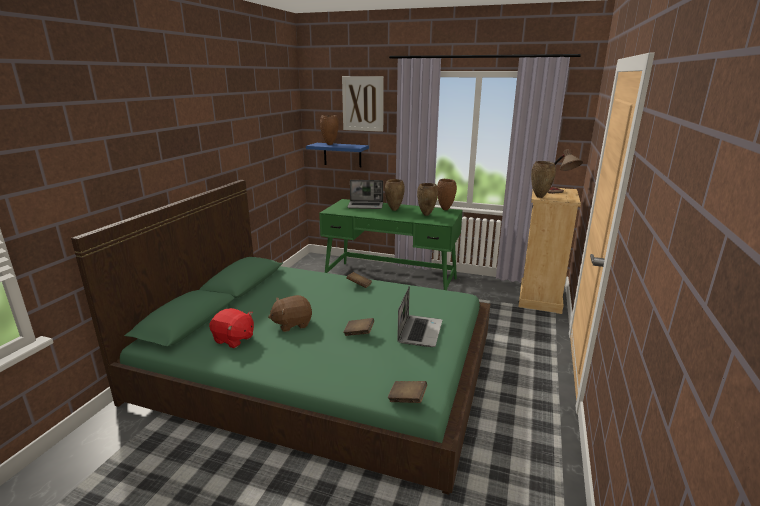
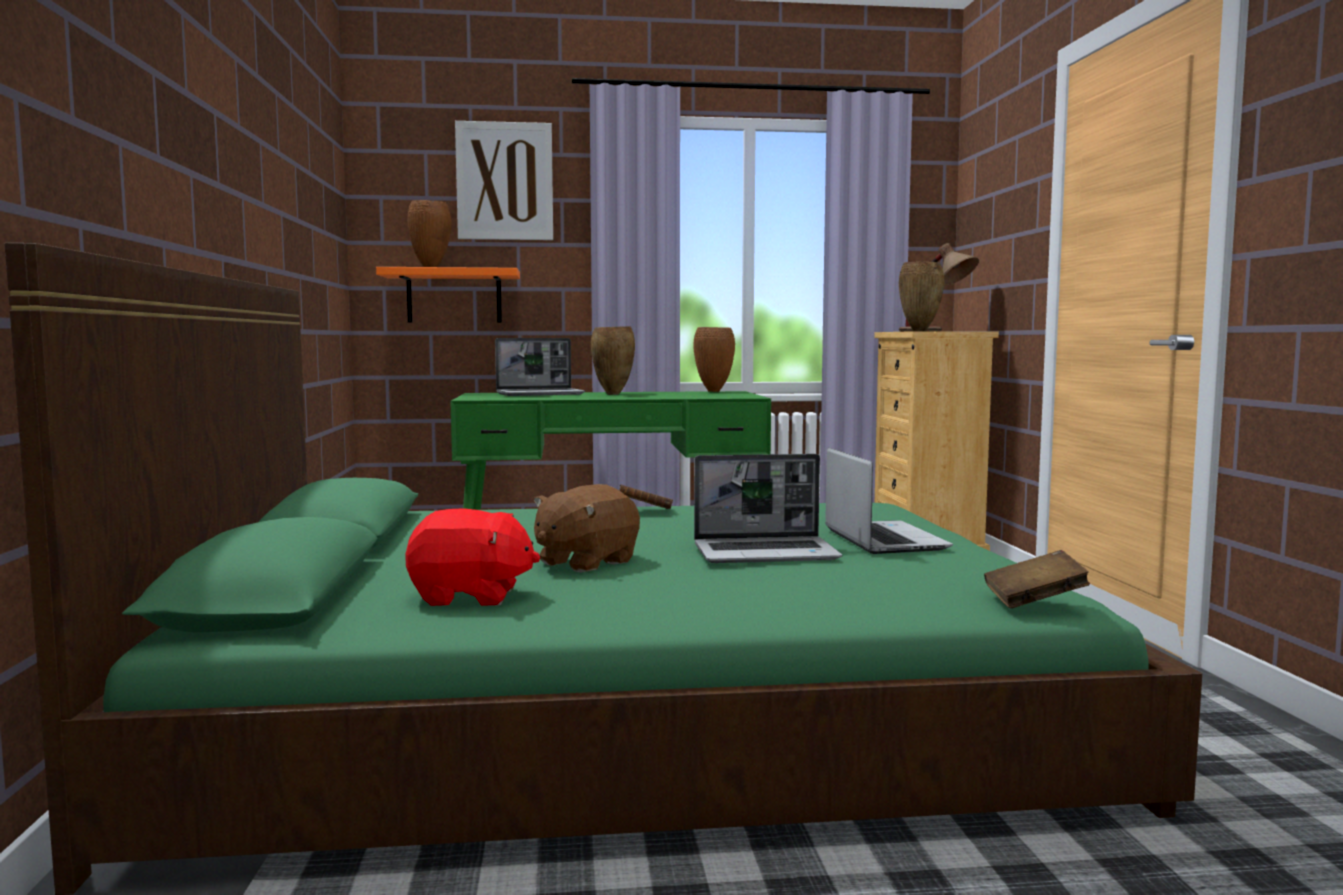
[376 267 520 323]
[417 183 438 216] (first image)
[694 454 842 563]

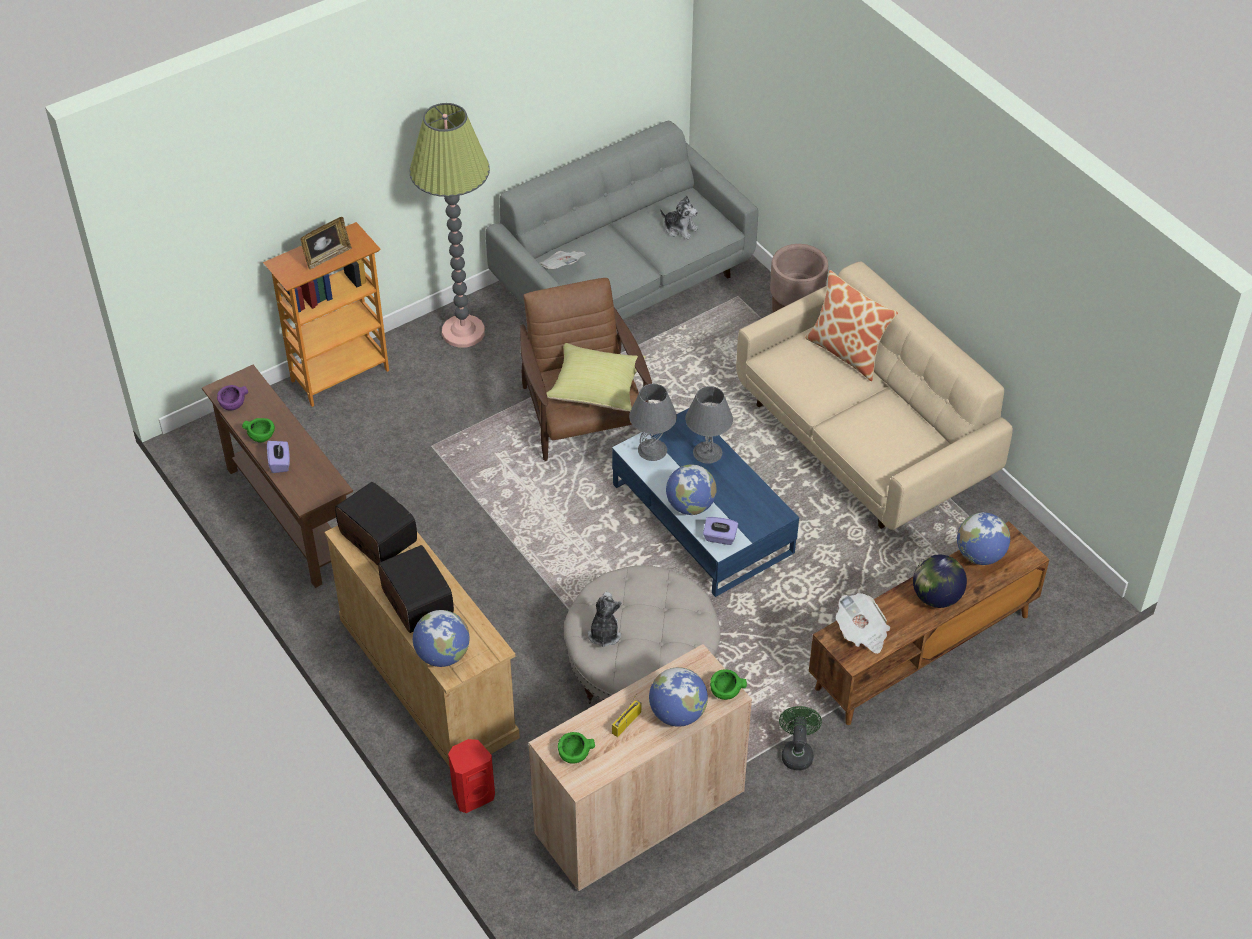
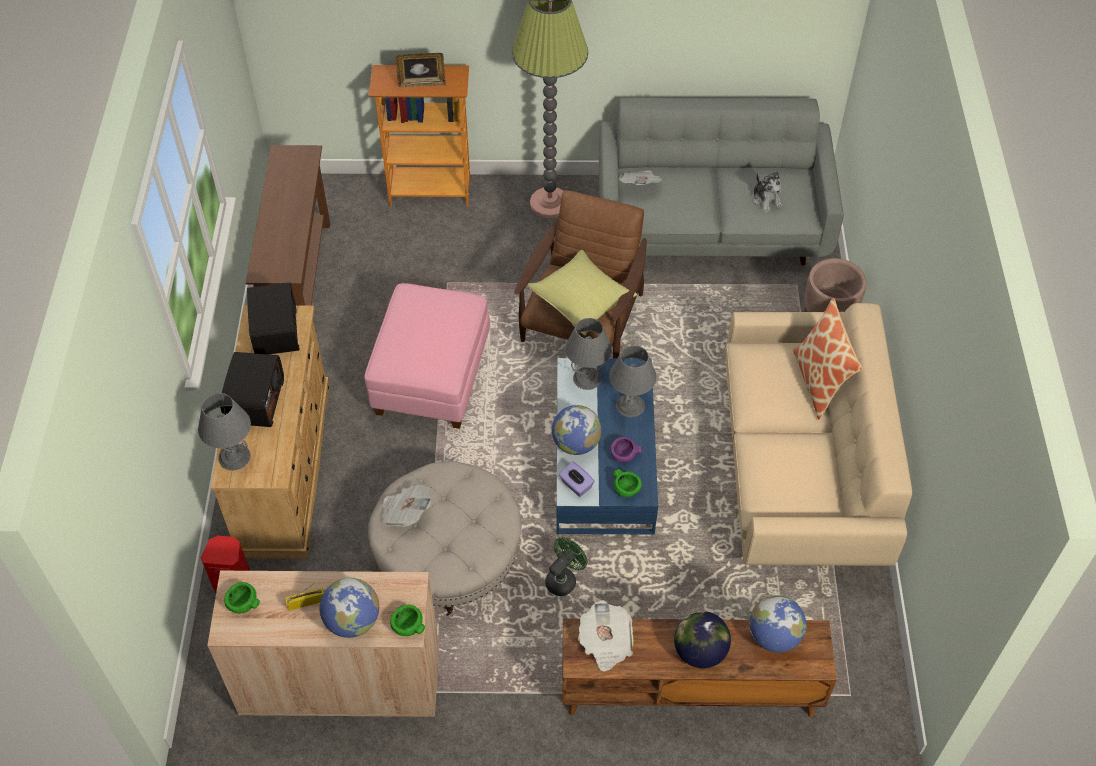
[611 437 642 463]
[613 469 642 497]
[267 441 290 473] (first image)
[382 484 431 527]
[198 393 251 470]
[545 537 587 596]
[364 283 490 429]

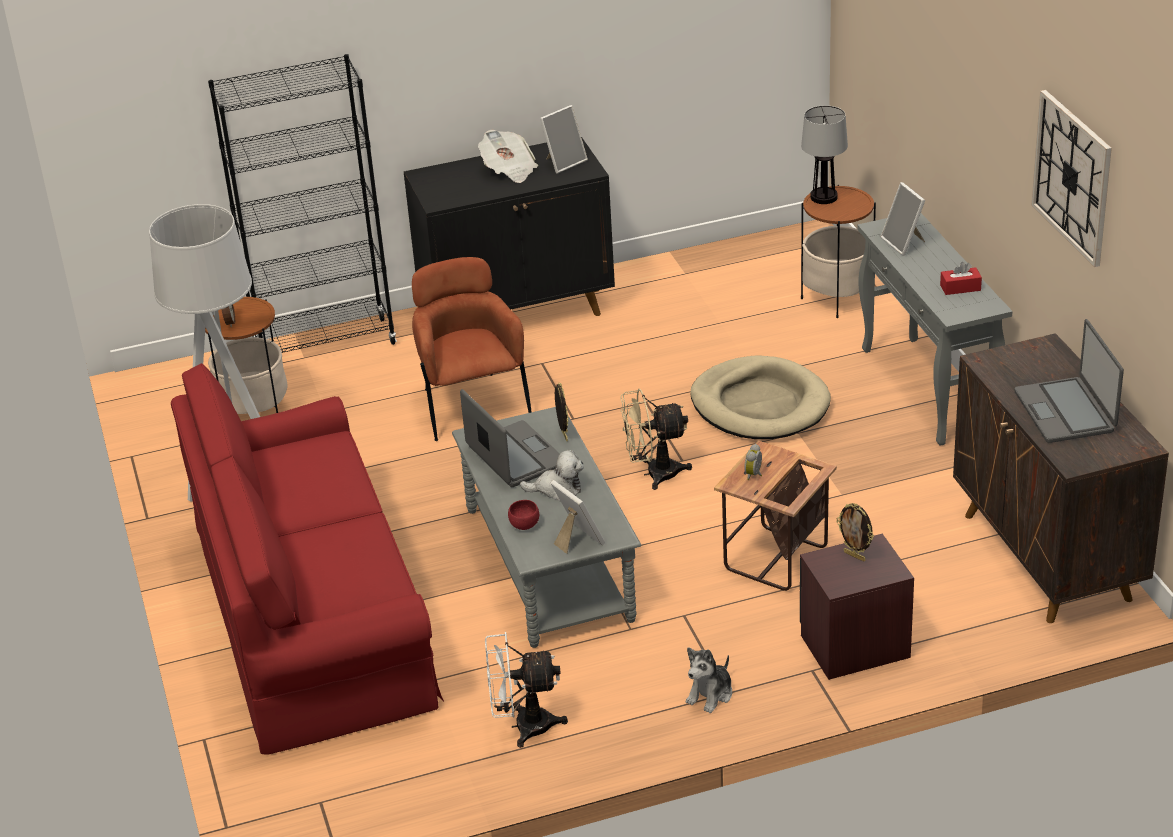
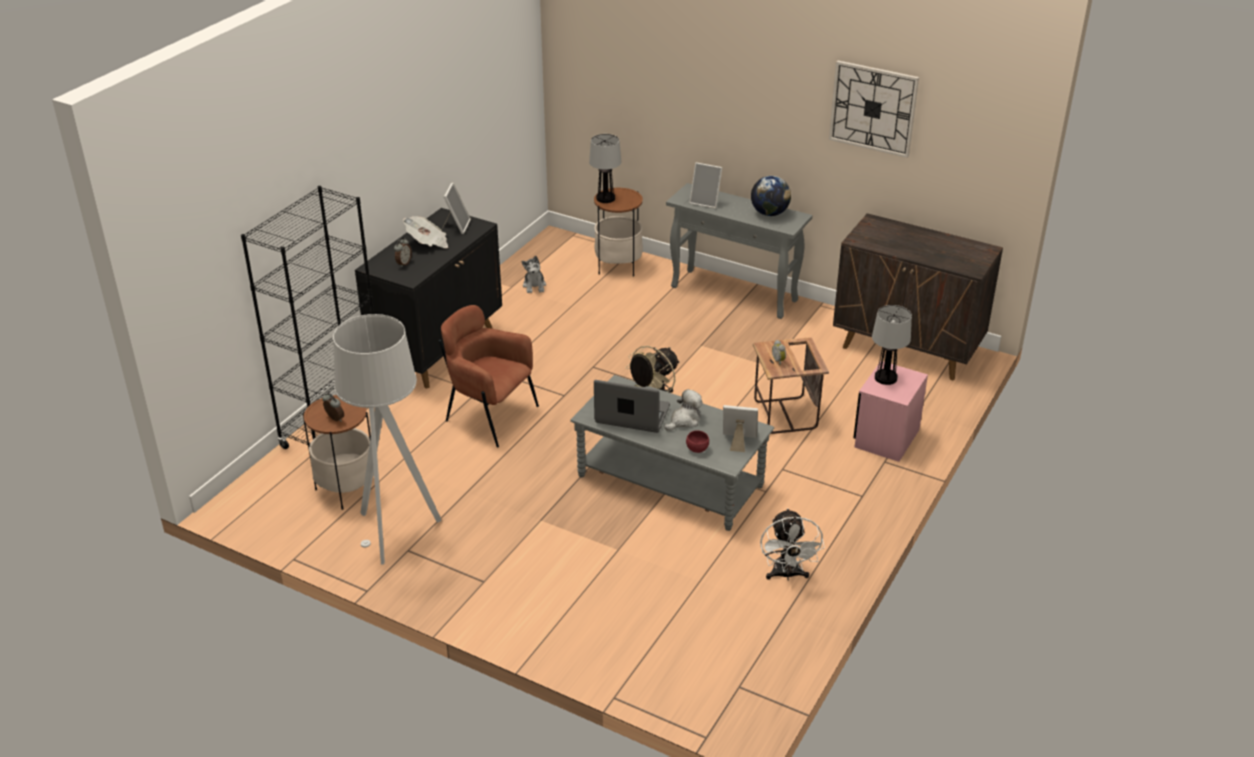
[751 176 791 216]
[1014 319 1124 443] (first image)
[690 355 831 439] (first image)
[171 363 444 755] (first image)
[872 305 912 385]
[853 361 928 462]
[760 508 825 581]
[522 256 546 293]
[394 238 412 267]

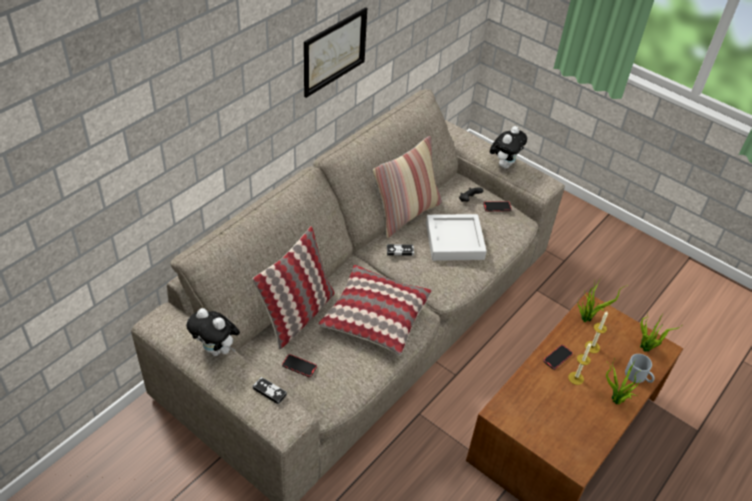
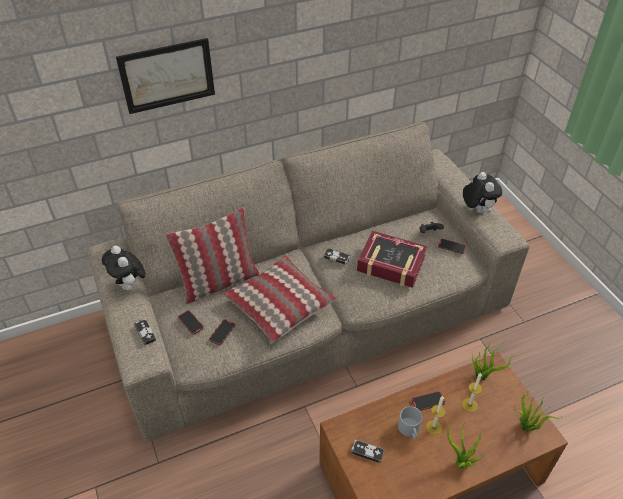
[116 38 215 114]
[463 172 502 213]
[373 136 442 238] (first image)
[357 231 427 288]
[398 406 422 440]
[209 319 236 345]
[351 440 384 463]

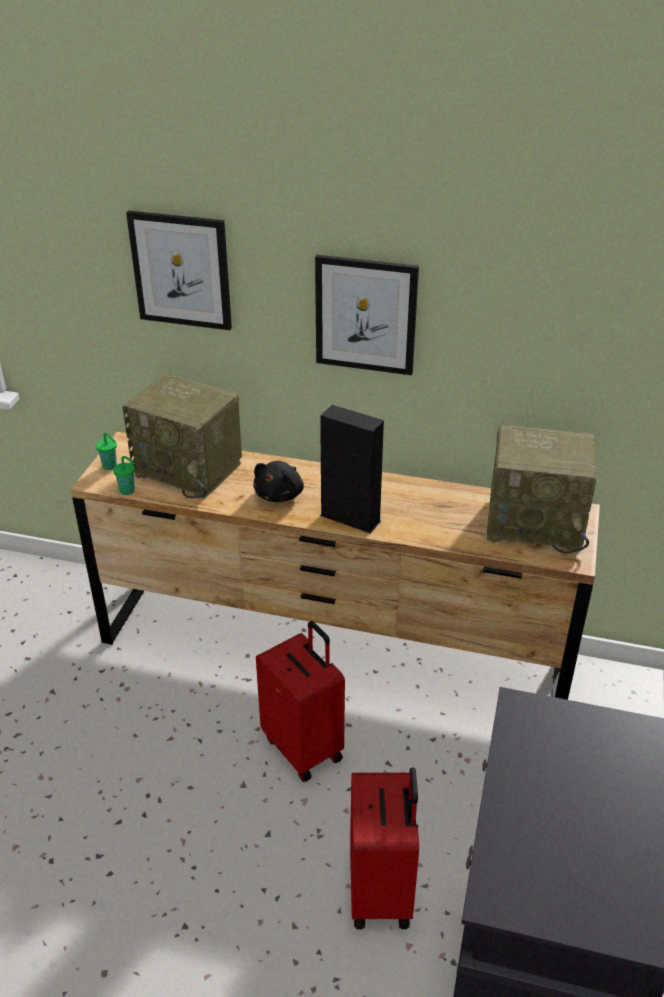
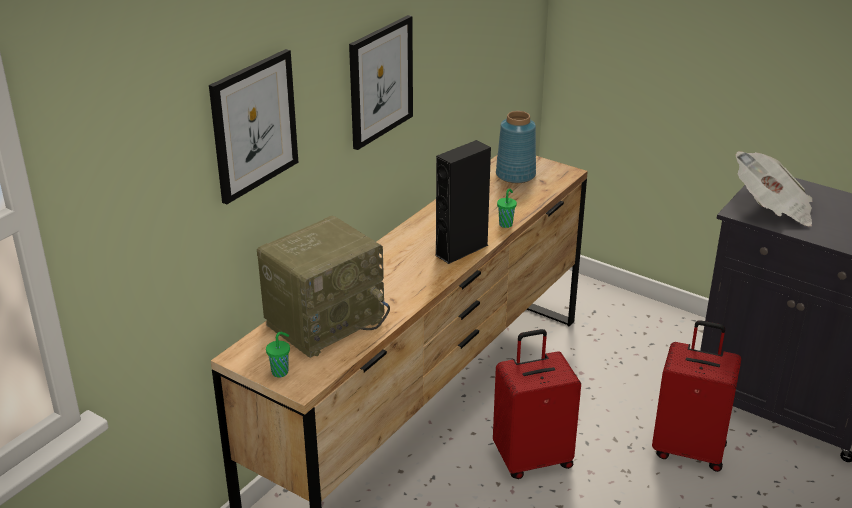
[496 111 536 183]
[497 188 517 228]
[253 461 304 502] (first image)
[735 151 813 226]

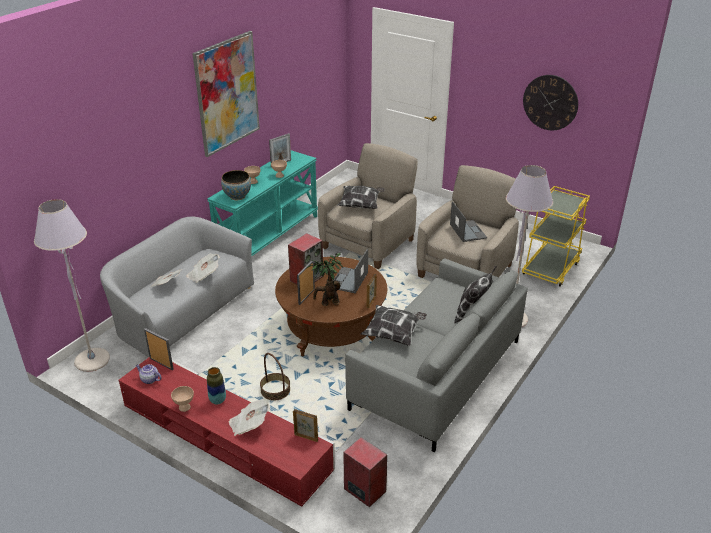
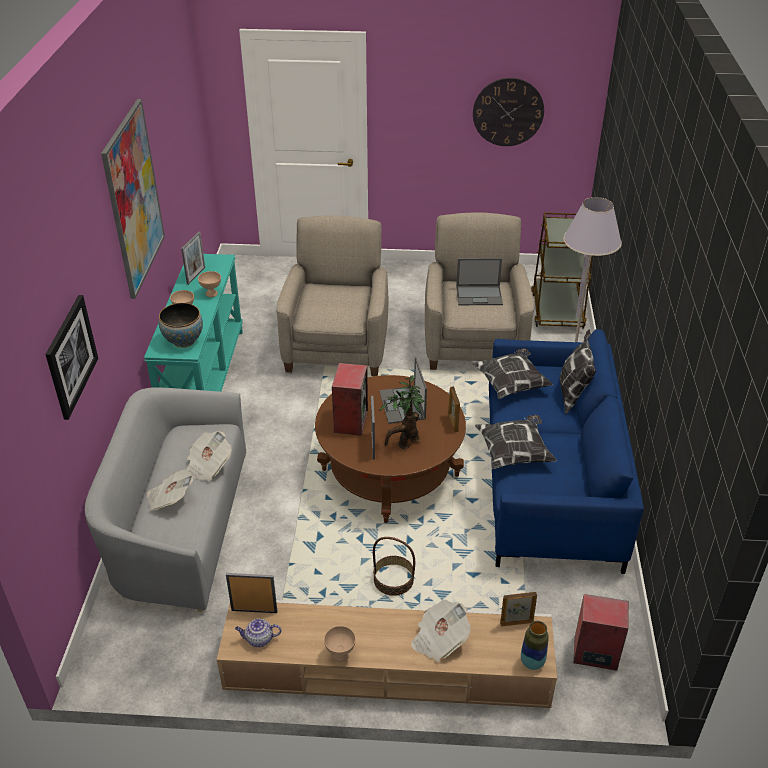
[472 348 553 399]
[531 213 593 329]
[34 199 110 372] (first image)
[456 258 503 305]
[489 329 644 574]
[217 600 557 708]
[521 621 549 670]
[45 295 98 420]

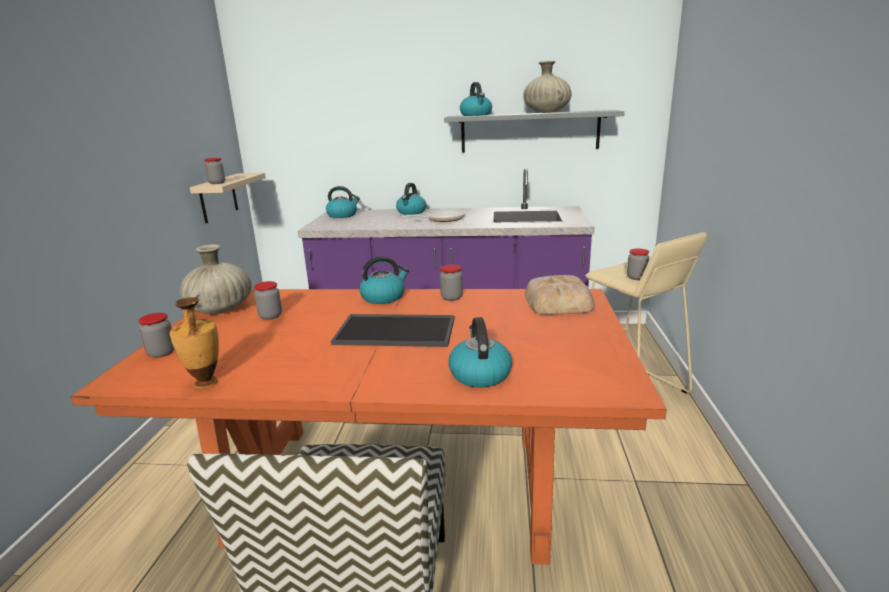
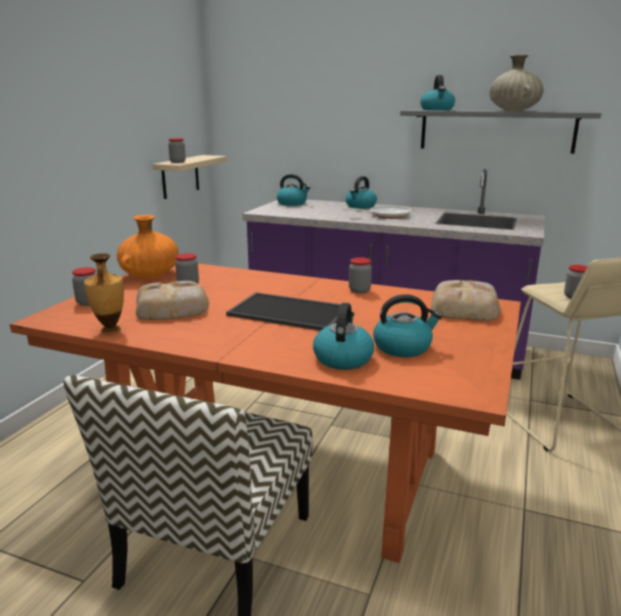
[117 215 179 278]
[373 294 442 357]
[136 281 209 320]

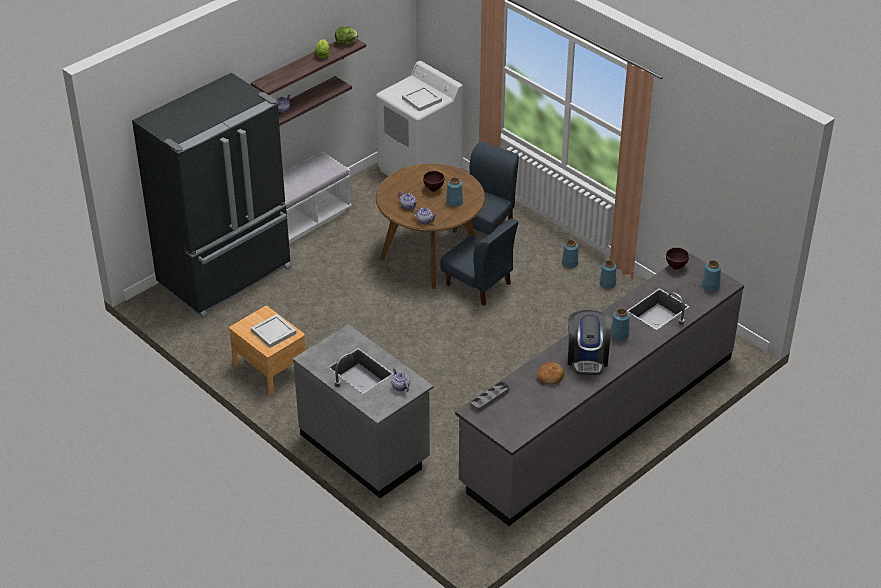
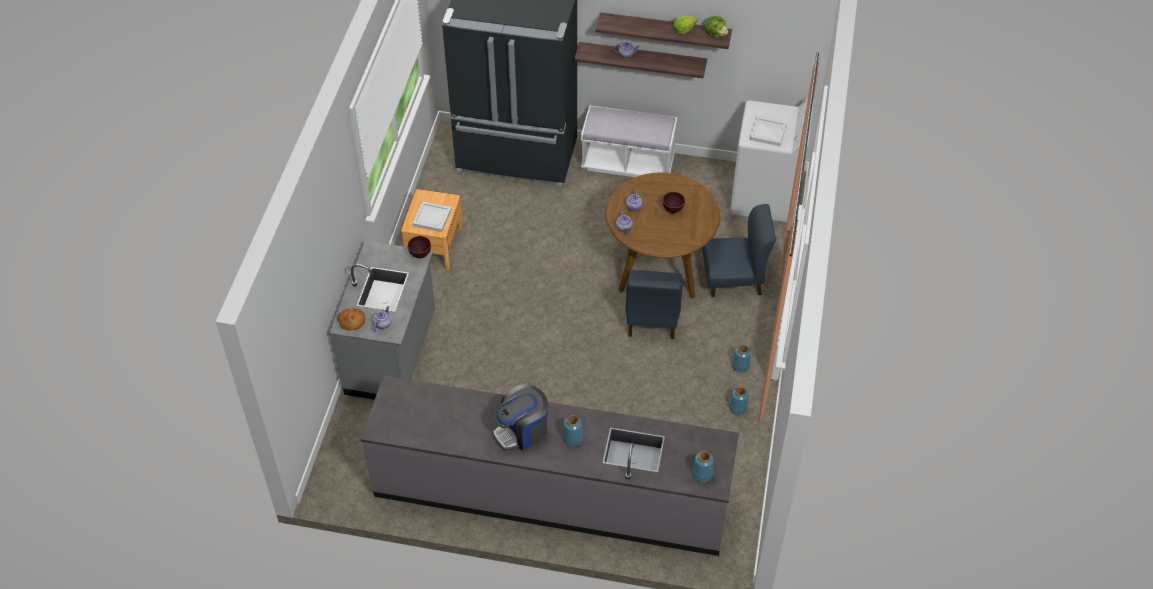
[446 177 463 207] (first image)
[407 236 431 259]
[338 308 365 330]
[471 382 510 412] (first image)

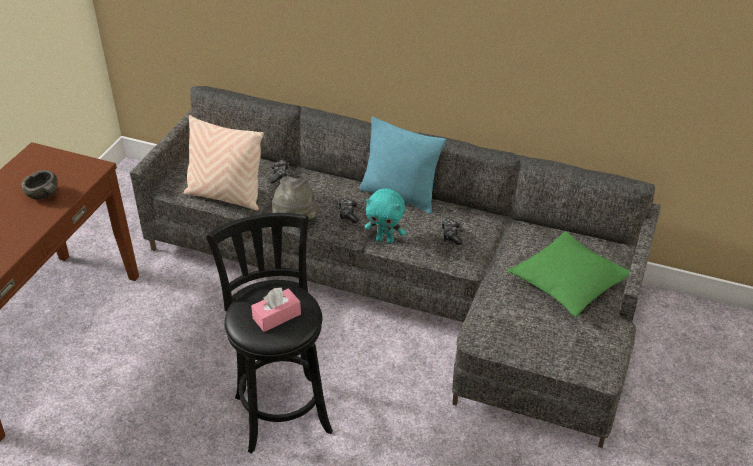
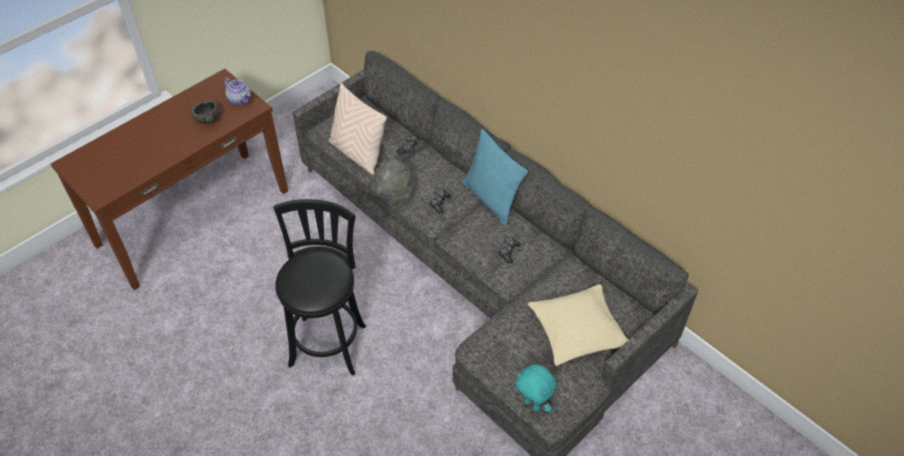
[515 364 557 412]
[528 284 628 366]
[251 287 301 332] (first image)
[224 77 251 105]

